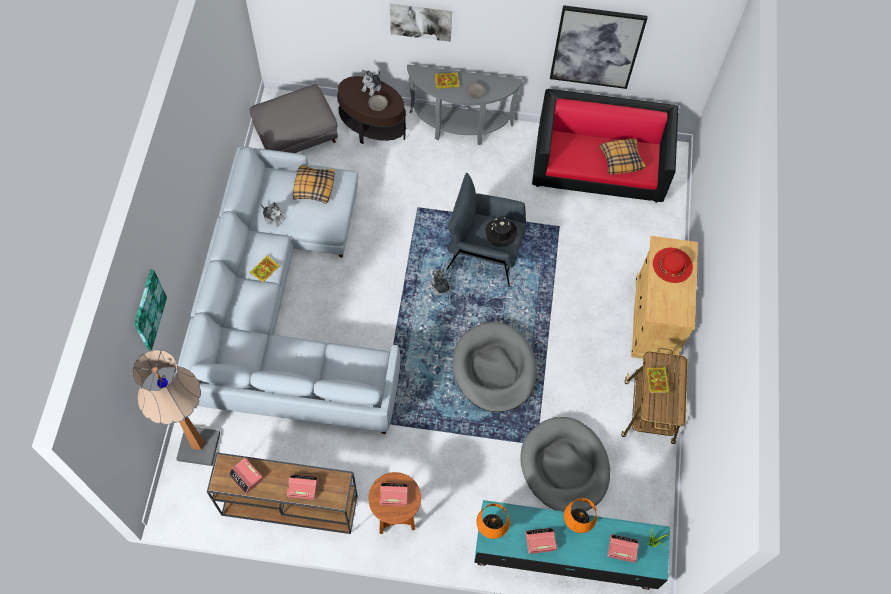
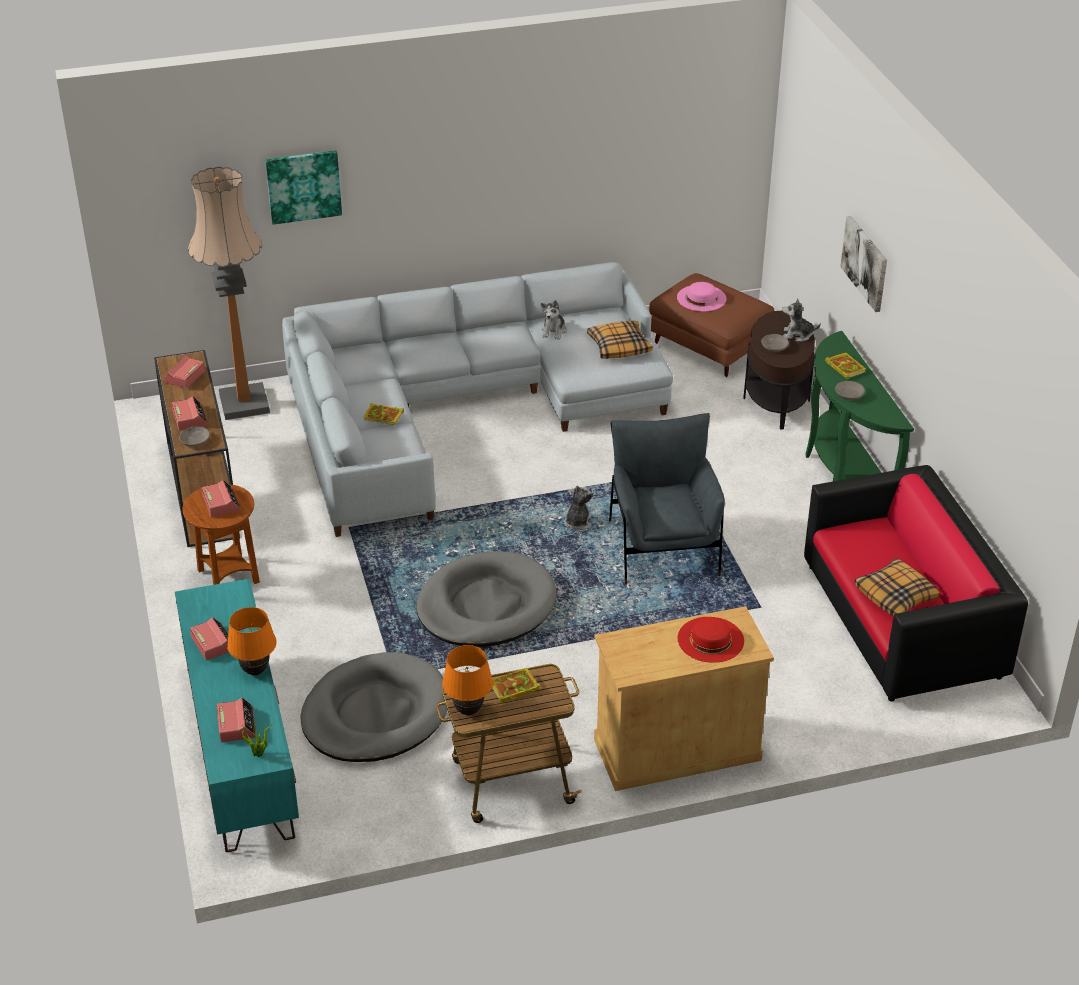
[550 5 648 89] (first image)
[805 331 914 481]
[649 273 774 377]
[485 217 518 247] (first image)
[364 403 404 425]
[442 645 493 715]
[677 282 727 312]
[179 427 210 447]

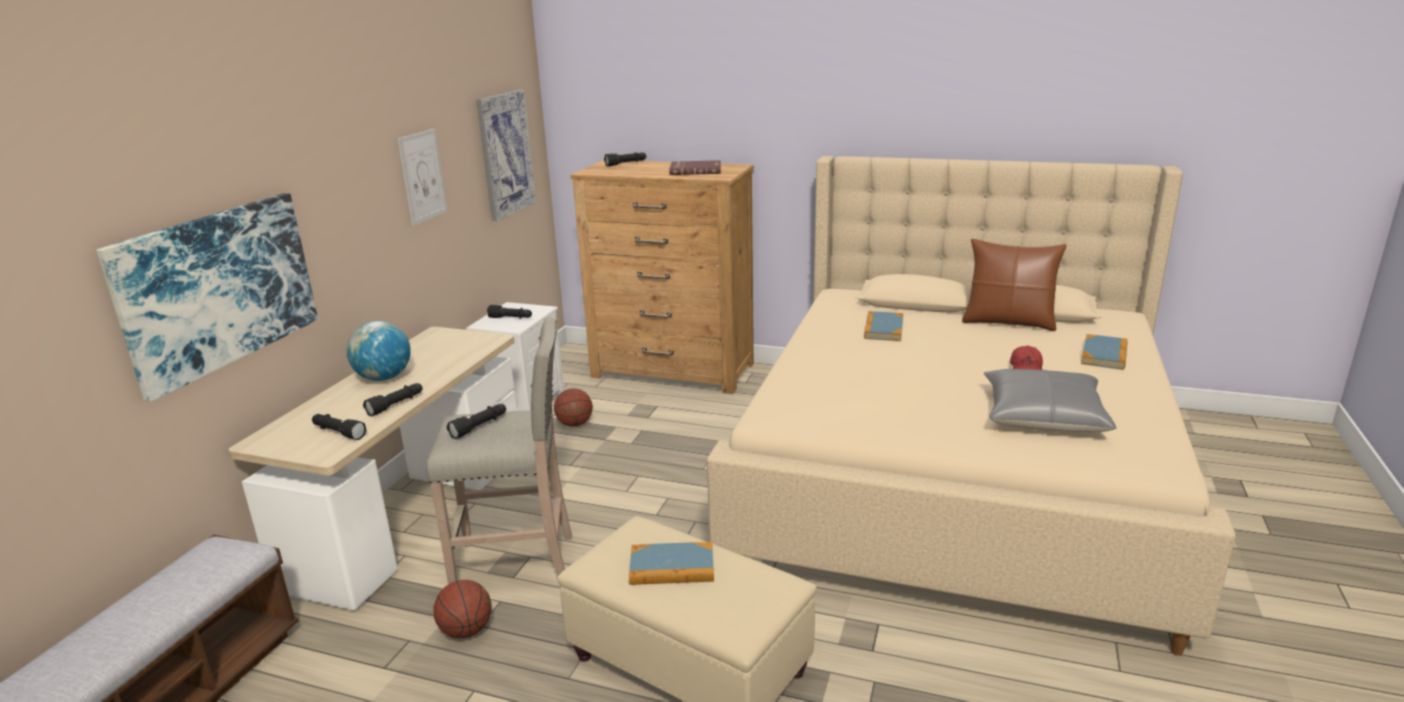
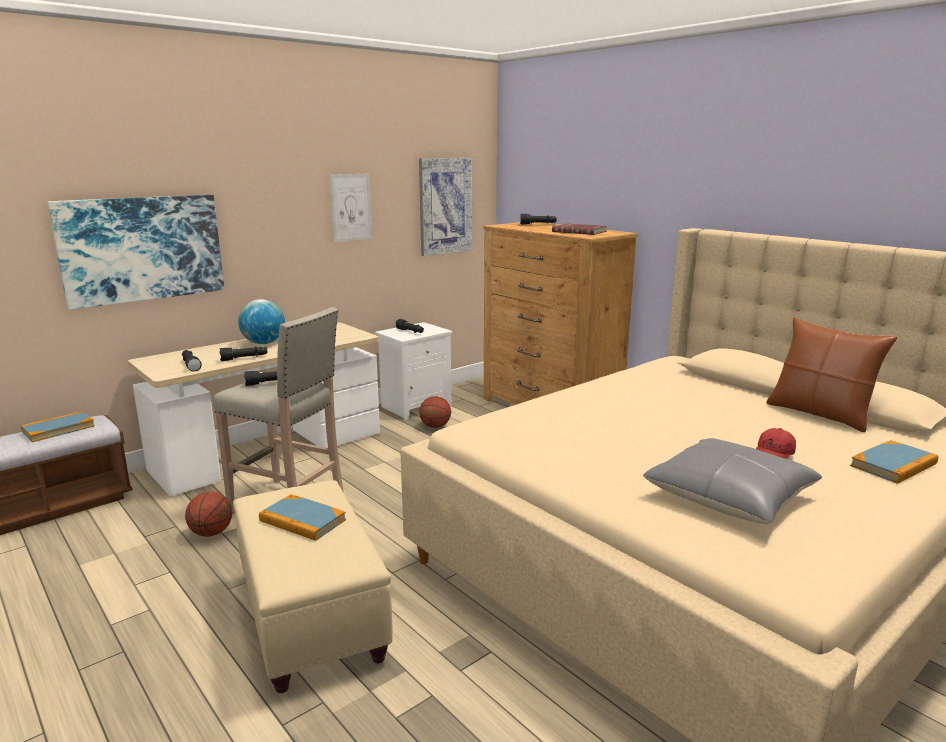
[21 411 95 442]

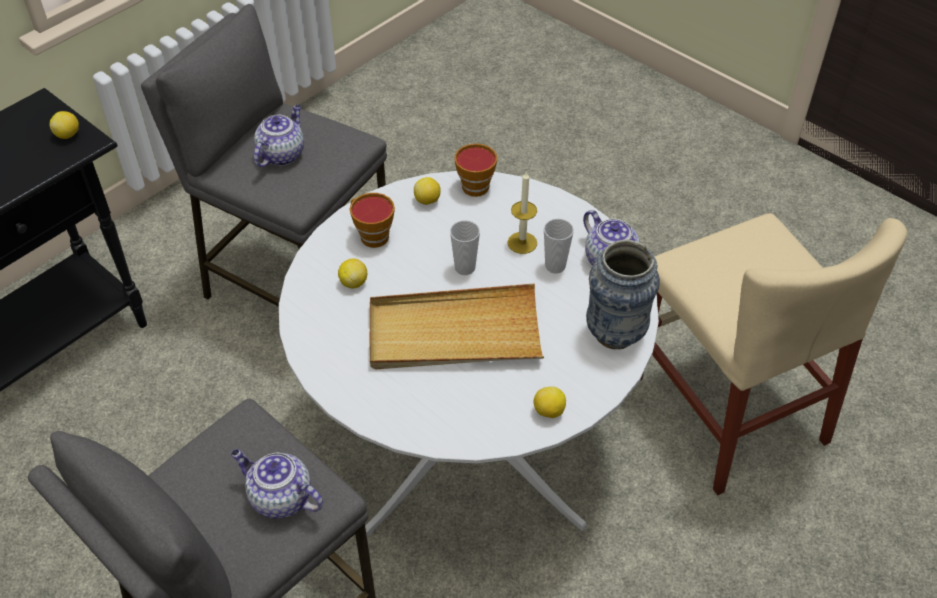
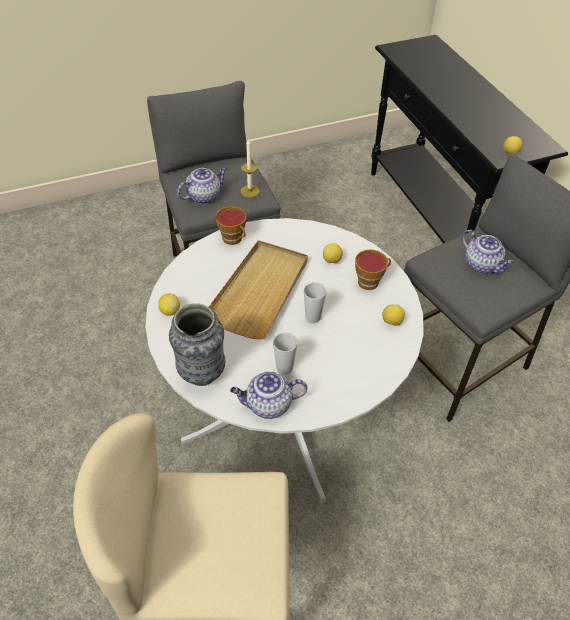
[215 206 247 245]
[241 139 259 197]

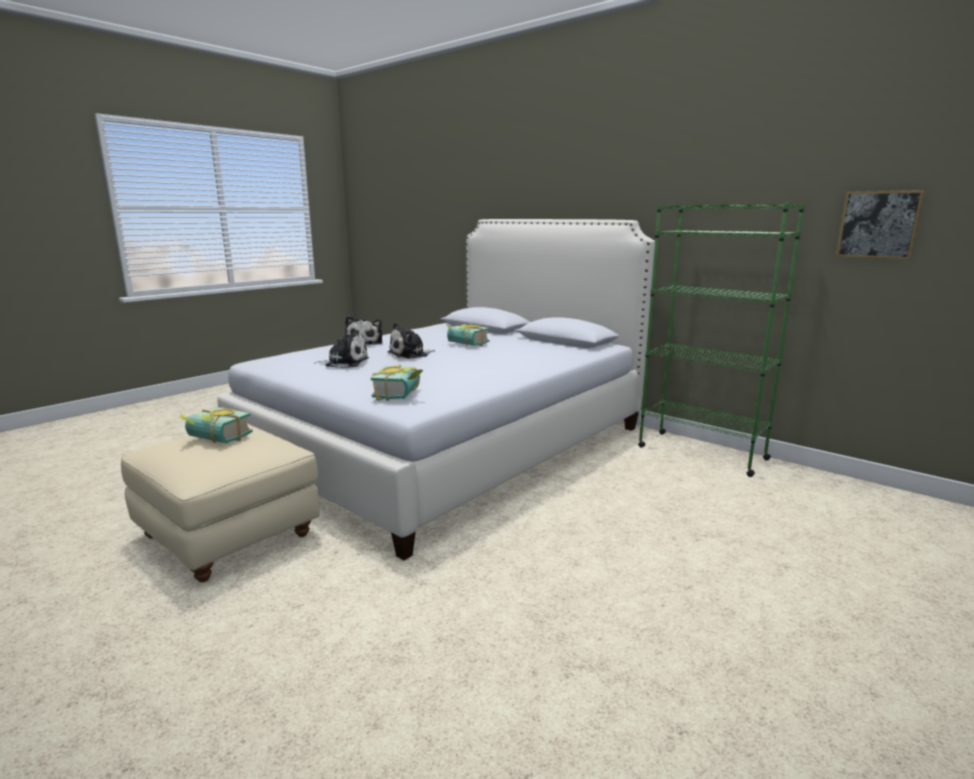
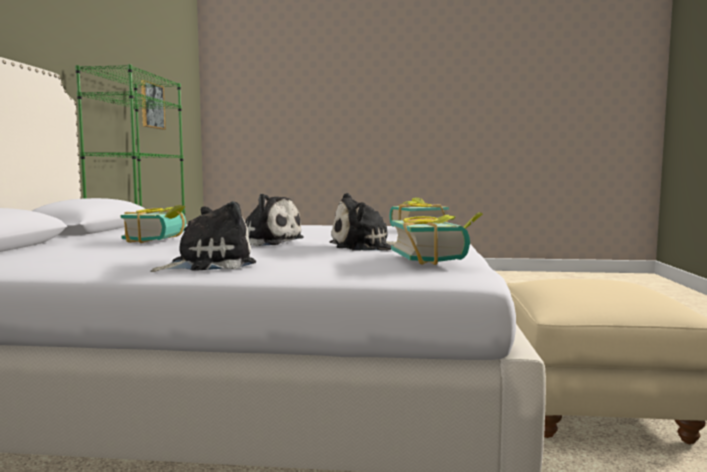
[330 193 396 251]
[391 212 483 265]

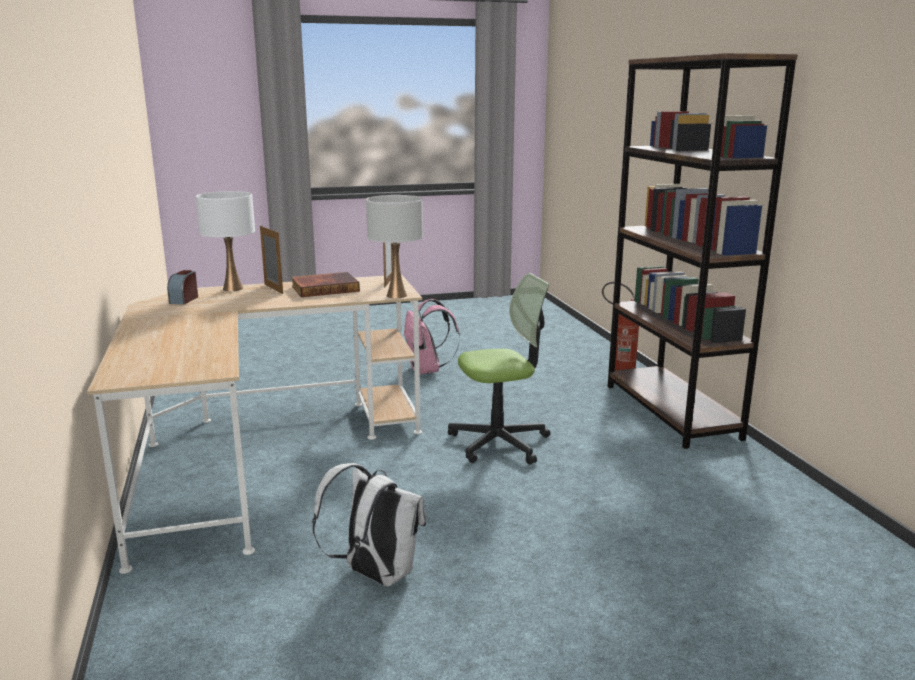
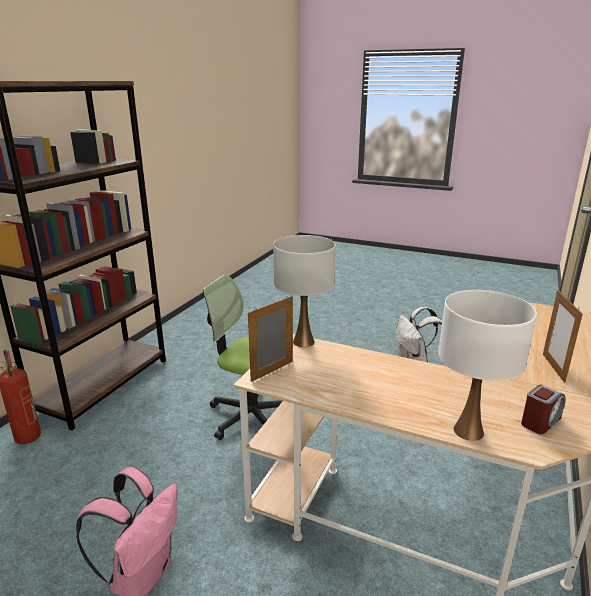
[543 290 583 383]
[291 272 360 297] (first image)

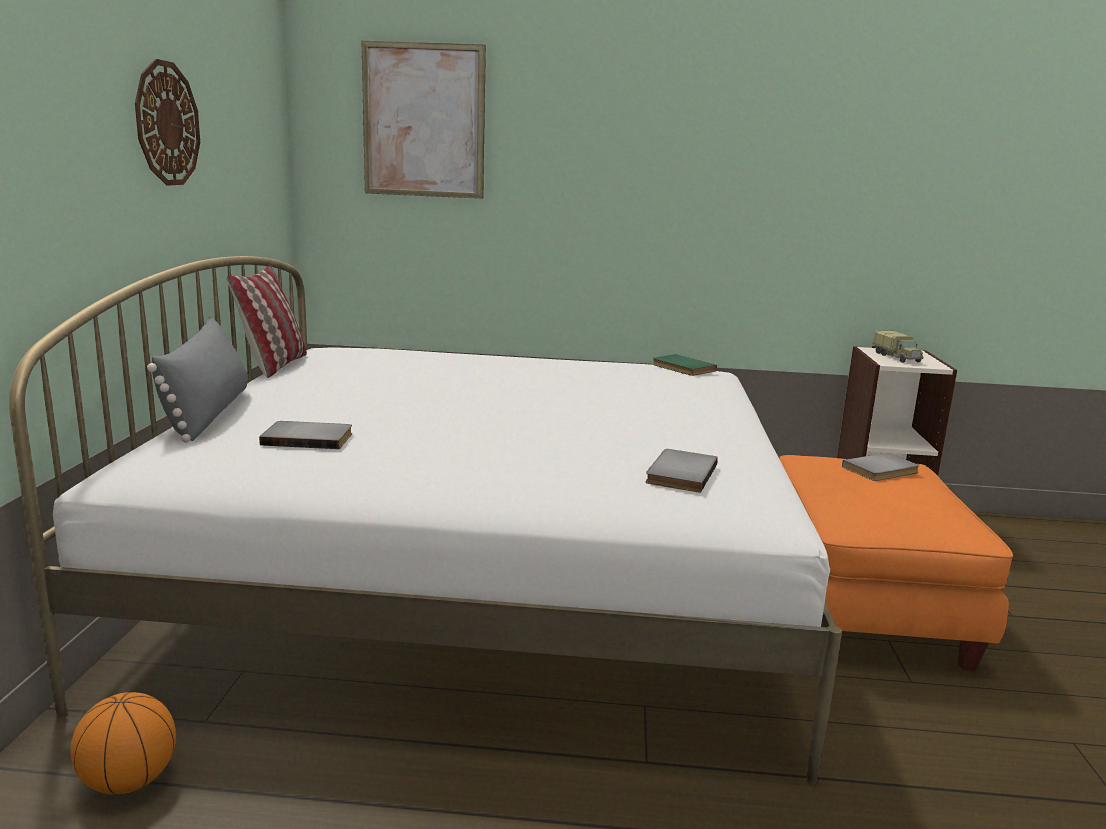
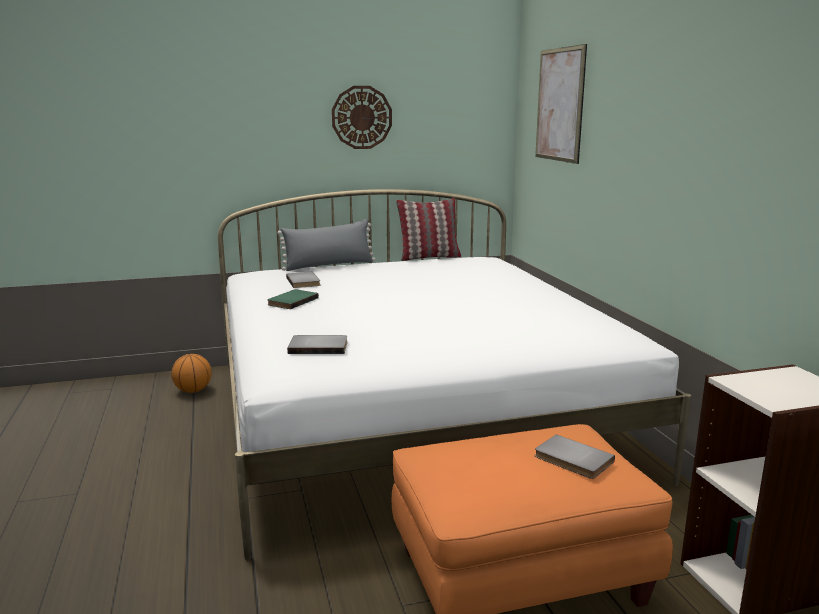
[872 330 923 363] (first image)
[267 289 319 309]

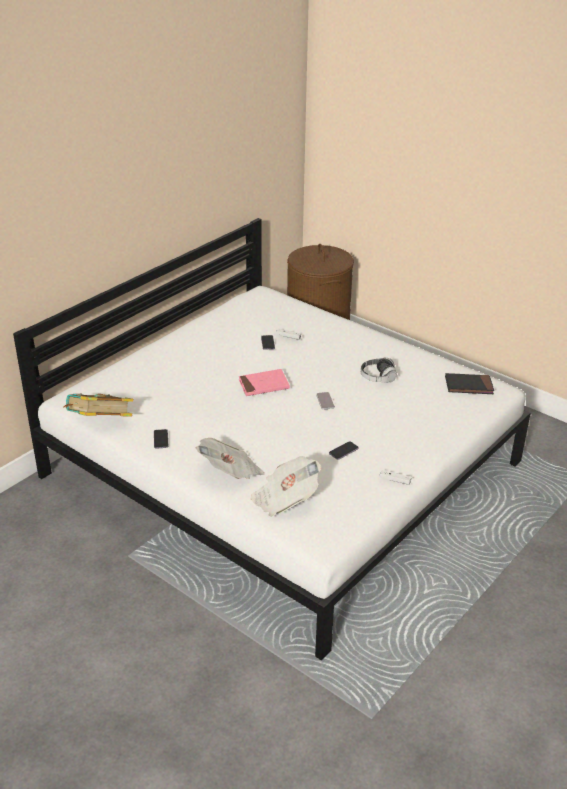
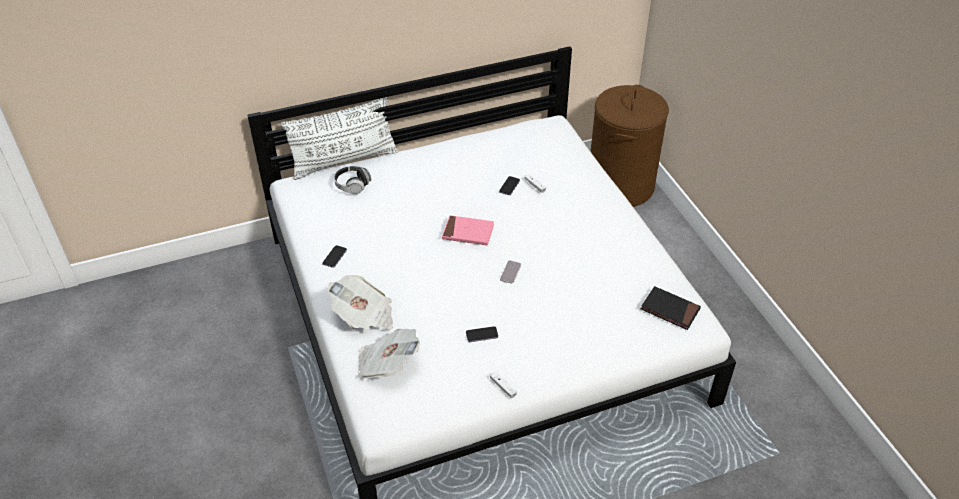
[334 166 371 194]
[63 393 133 417] (first image)
[281 97 398 180]

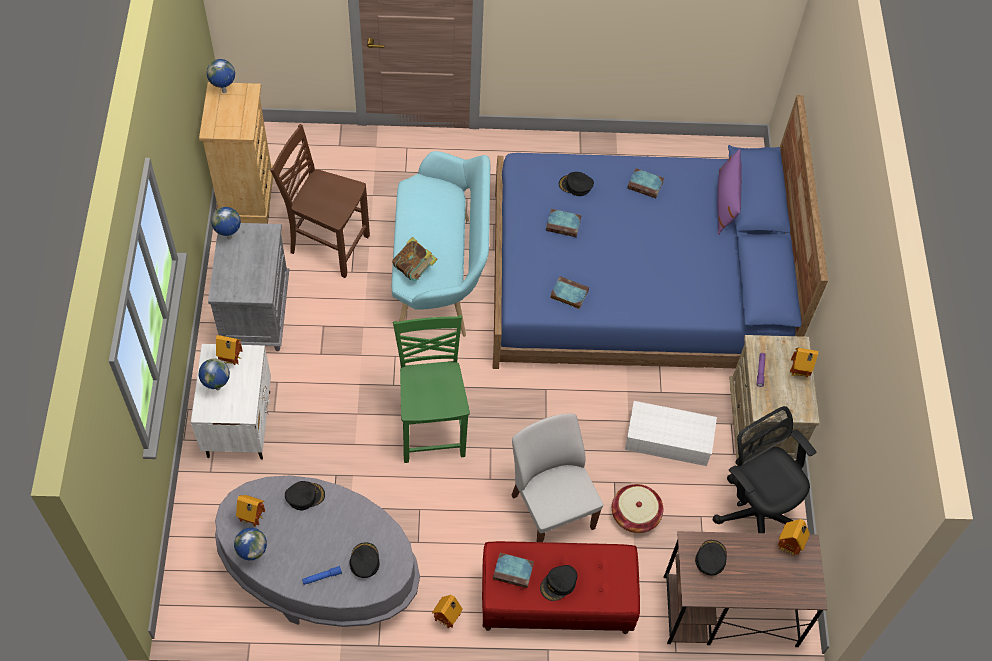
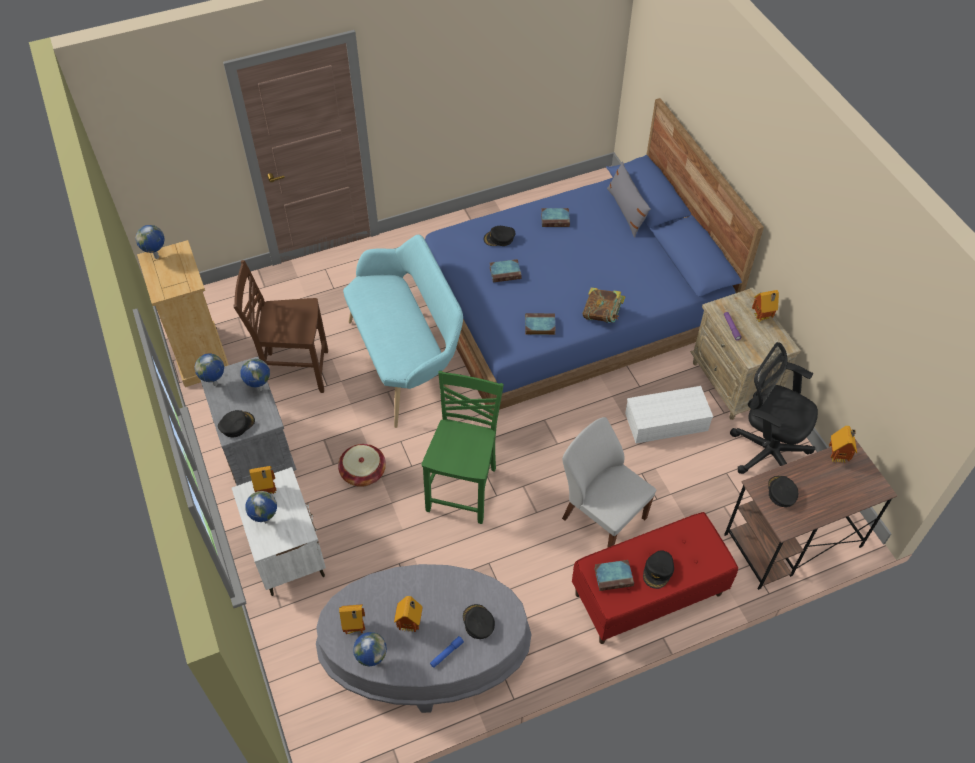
[607 162 651 238]
[583 287 625 323]
[422 371 504 524]
[218 410 255 437]
[338 444 386 487]
[394 596 422 632]
[241 359 270 391]

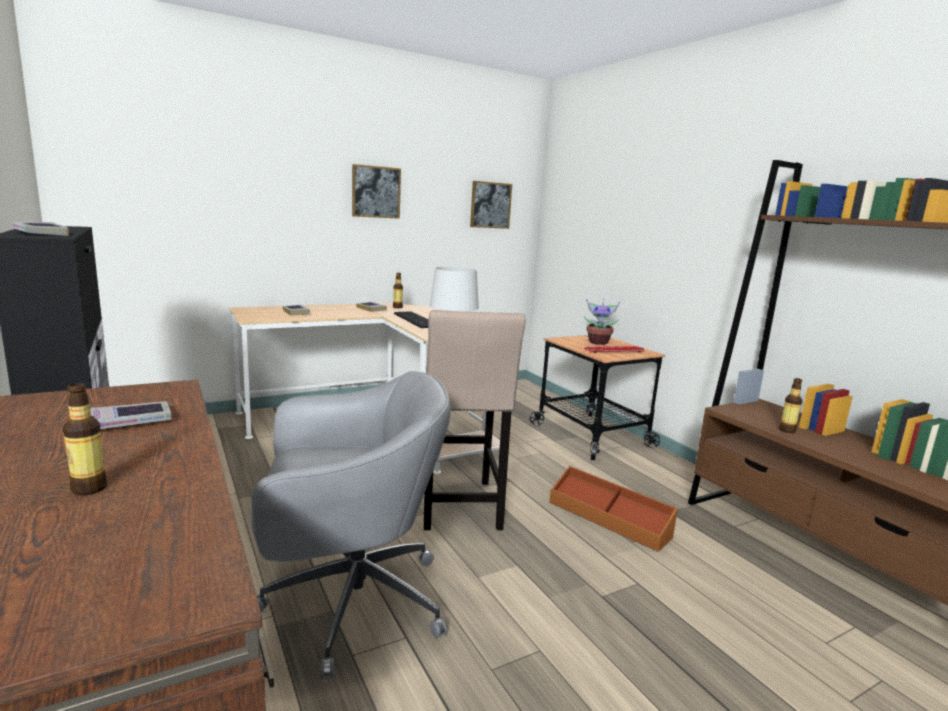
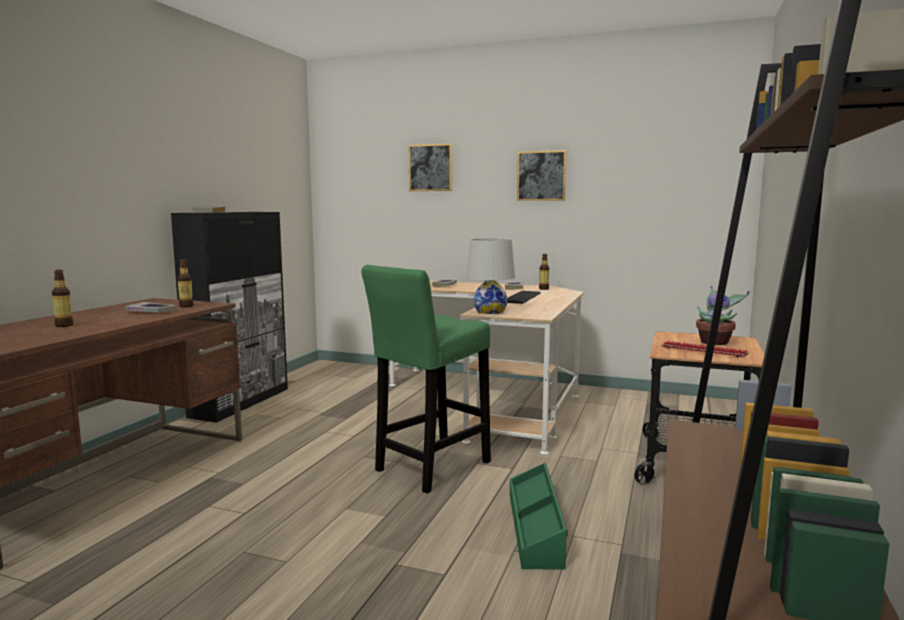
[409 144 452 191]
[361 265 491 493]
[251 371 451 679] (first image)
[177 259 194 307]
[510 462 568 570]

